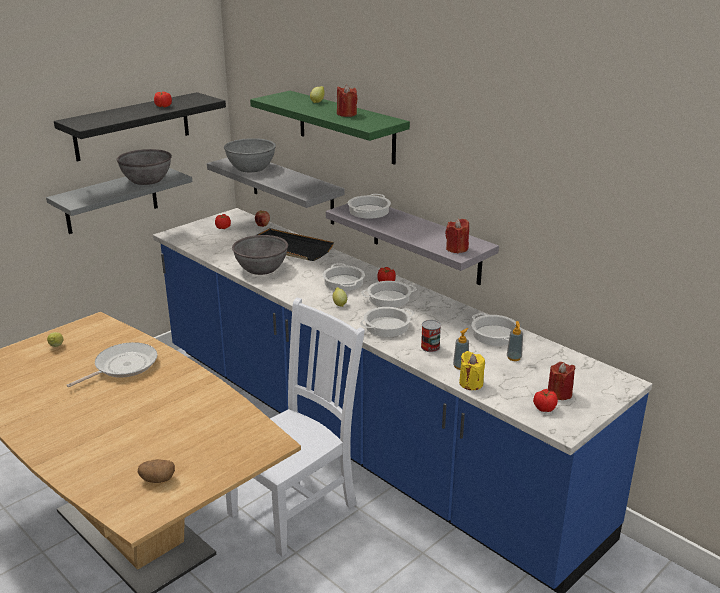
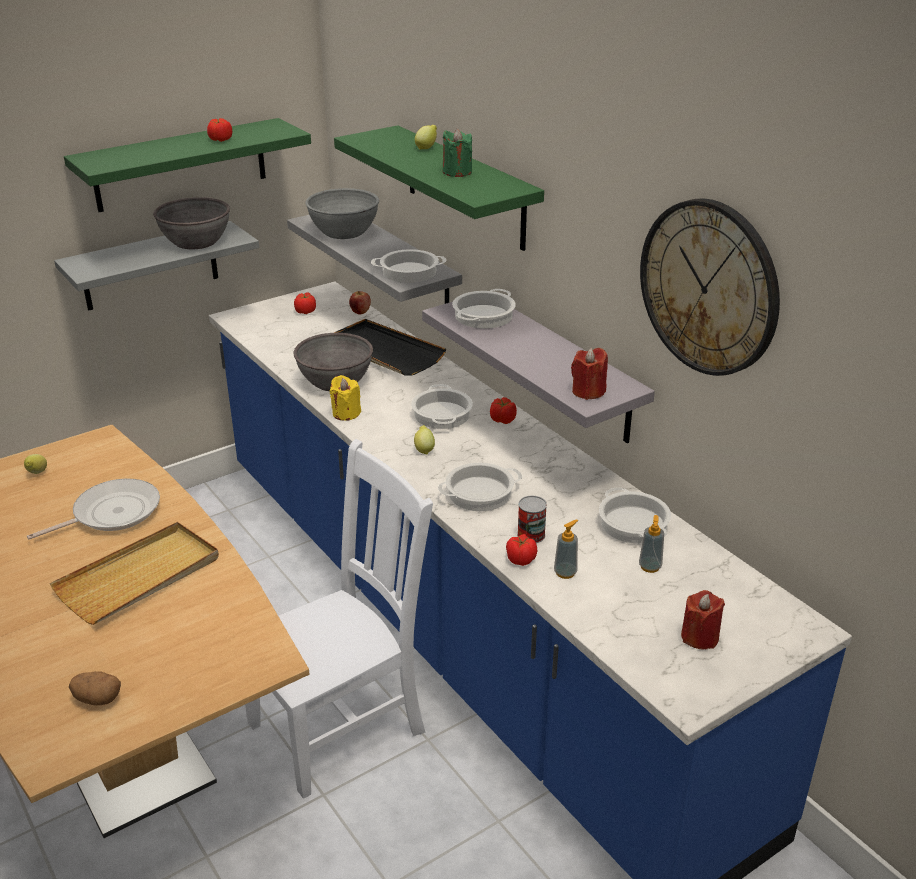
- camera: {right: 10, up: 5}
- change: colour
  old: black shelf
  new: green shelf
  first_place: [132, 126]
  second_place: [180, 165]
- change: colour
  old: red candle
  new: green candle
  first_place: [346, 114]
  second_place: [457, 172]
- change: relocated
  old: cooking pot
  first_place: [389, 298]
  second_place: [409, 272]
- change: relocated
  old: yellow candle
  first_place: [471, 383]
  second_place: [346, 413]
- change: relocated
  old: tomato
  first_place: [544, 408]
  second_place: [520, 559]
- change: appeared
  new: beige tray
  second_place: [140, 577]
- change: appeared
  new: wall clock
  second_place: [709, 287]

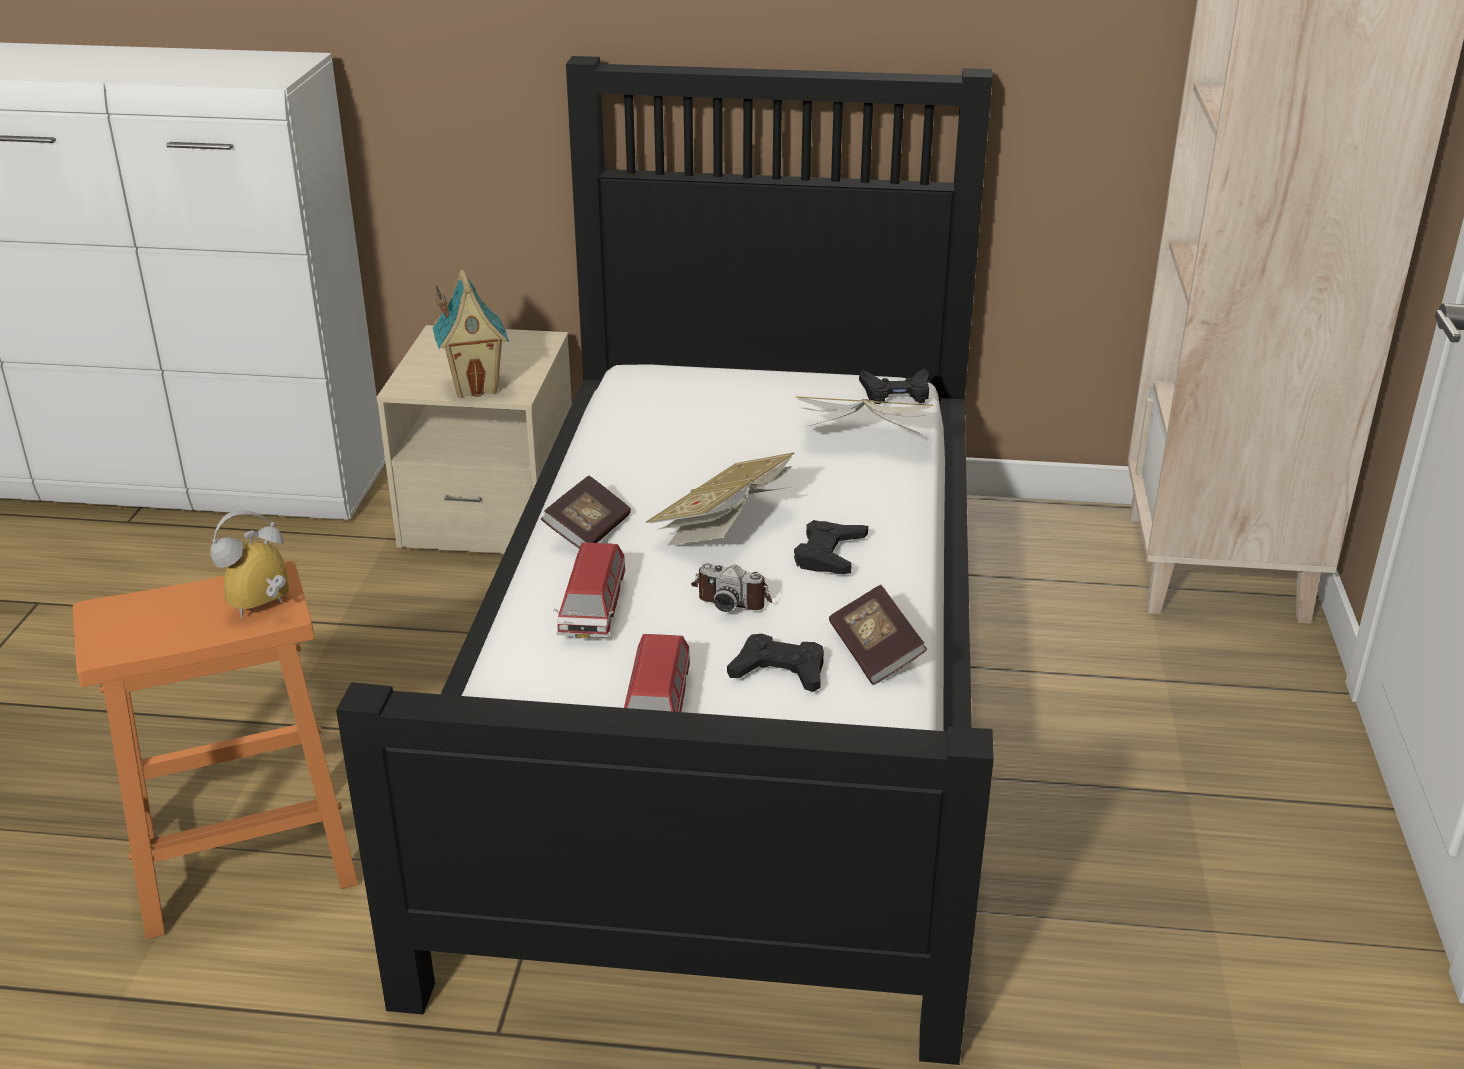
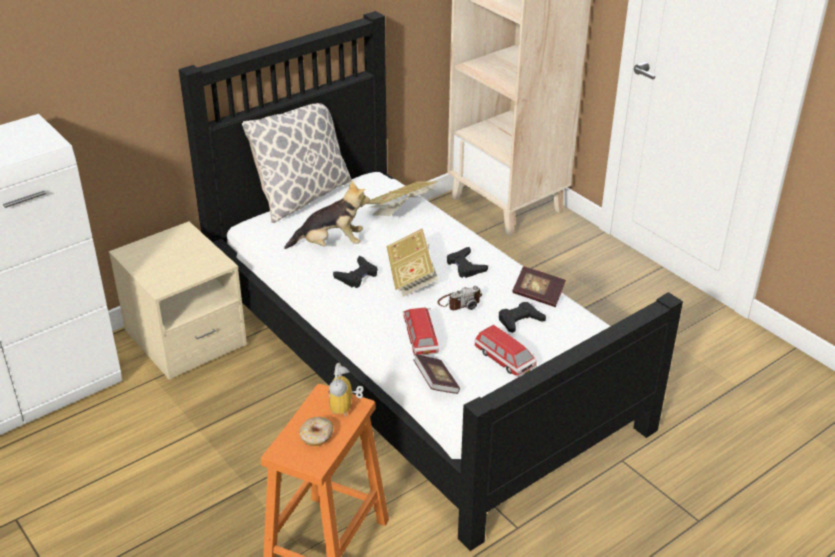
- camera: {right: -45, up: 5}
- change: missing
  old: toy house
  first_place: [475, 387]
- change: relocated
  old: book
  first_place: [588, 531]
  second_place: [436, 382]
- change: spun
  old: toy car
  first_place: [593, 610]
  second_place: [420, 338]
  degrees: -150
- change: relocated
  old: black game controller
  first_place: [896, 393]
  second_place: [357, 276]
- change: appeared
  new: pillow
  second_place: [302, 196]
- change: appeared
  new: plush toy
  second_place: [330, 244]
- change: appeared
  new: donut
  second_place: [316, 436]

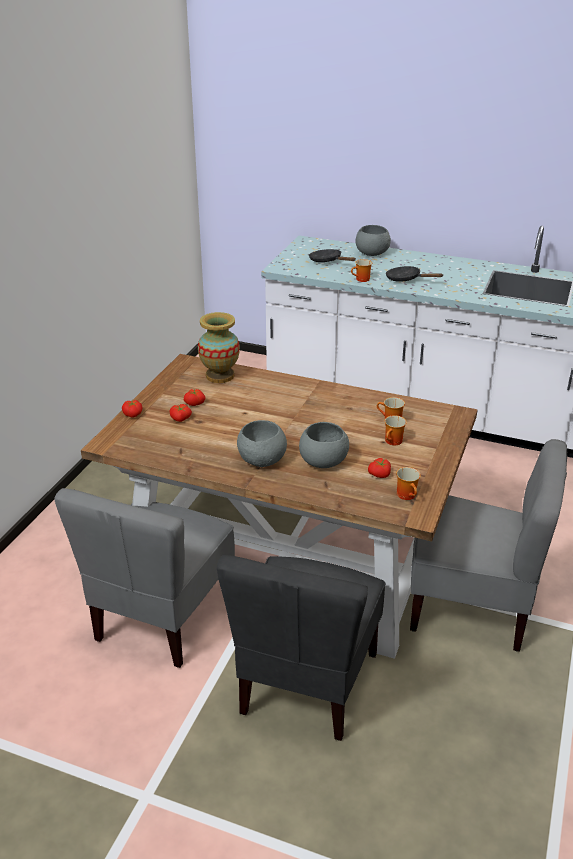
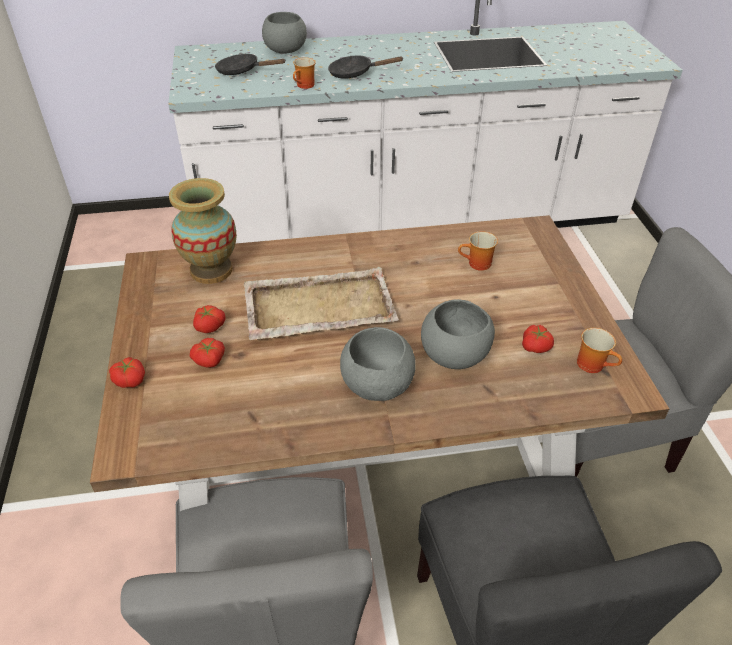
- camera: {right: -30, up: 10}
- change: missing
  old: mug
  first_place: [394, 442]
- change: appeared
  new: beige tray
  second_place: [317, 307]

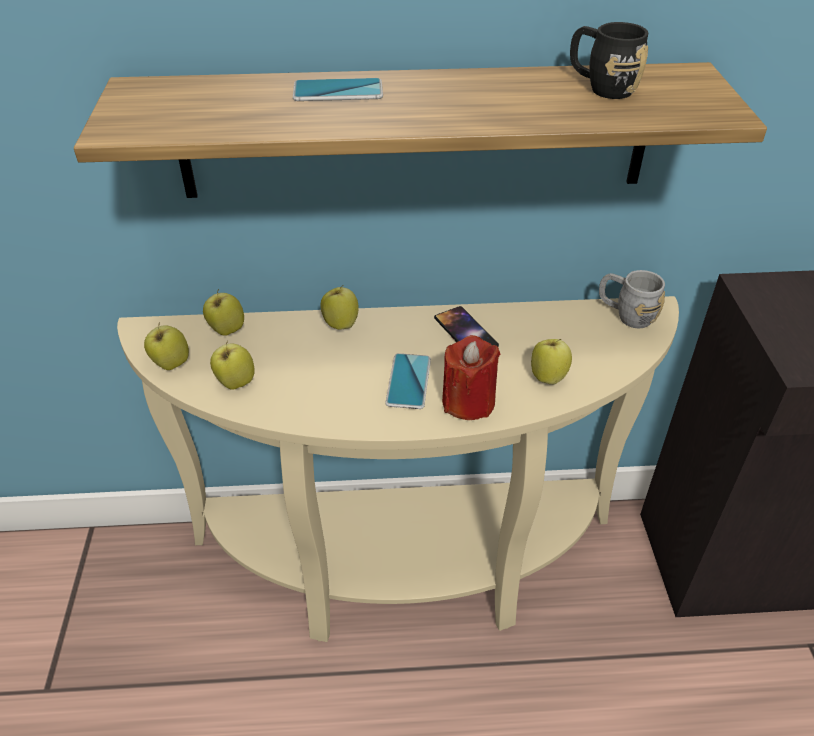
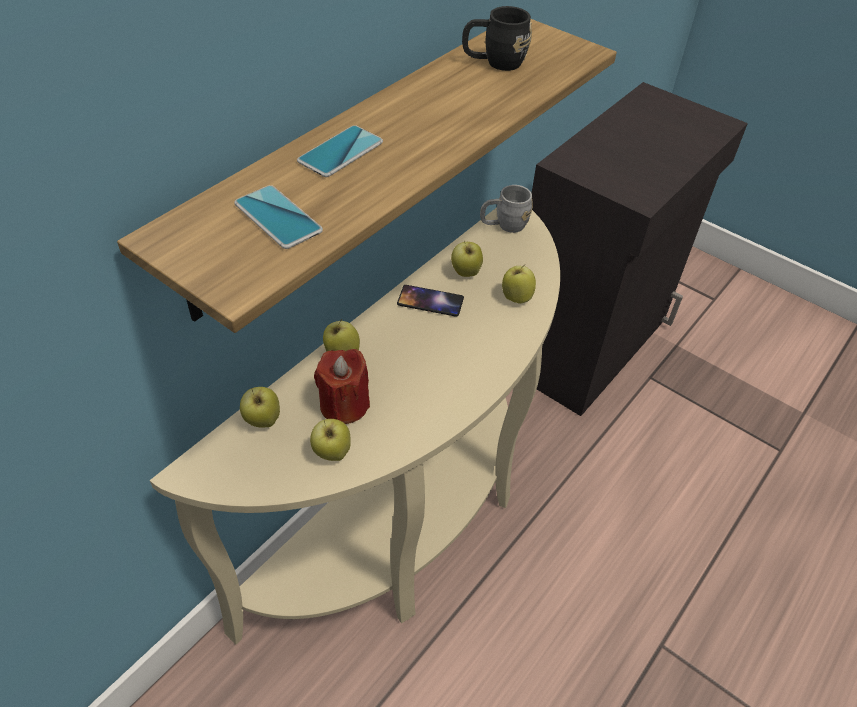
- camera: {right: -50, up: 5}
- change: relocated
  old: apple
  first_place: [170, 364]
  second_place: [465, 273]
- change: relocated
  old: phone
  first_place: [408, 381]
  second_place: [278, 217]
- change: relocated
  old: red candle
  first_place: [468, 402]
  second_place: [344, 405]

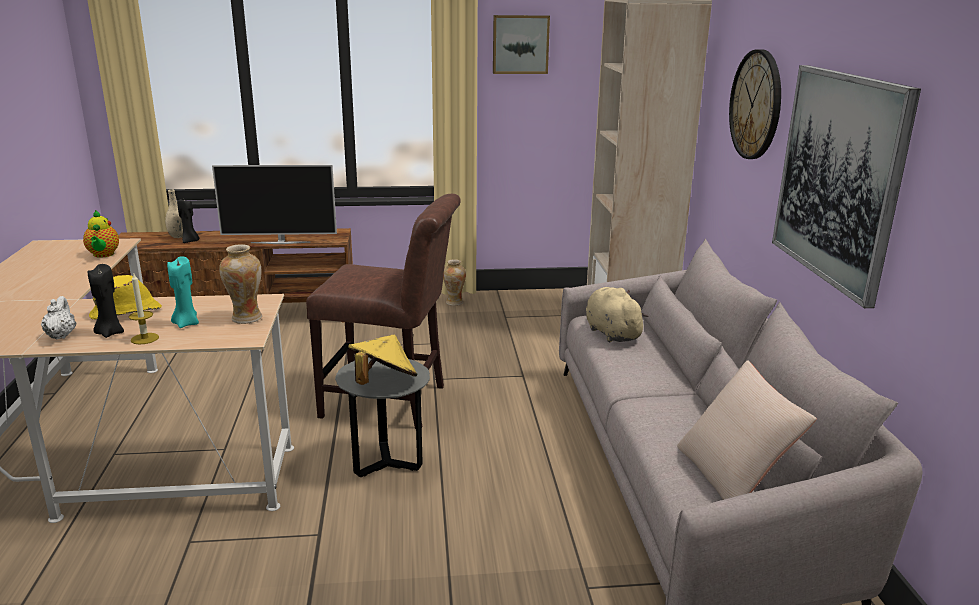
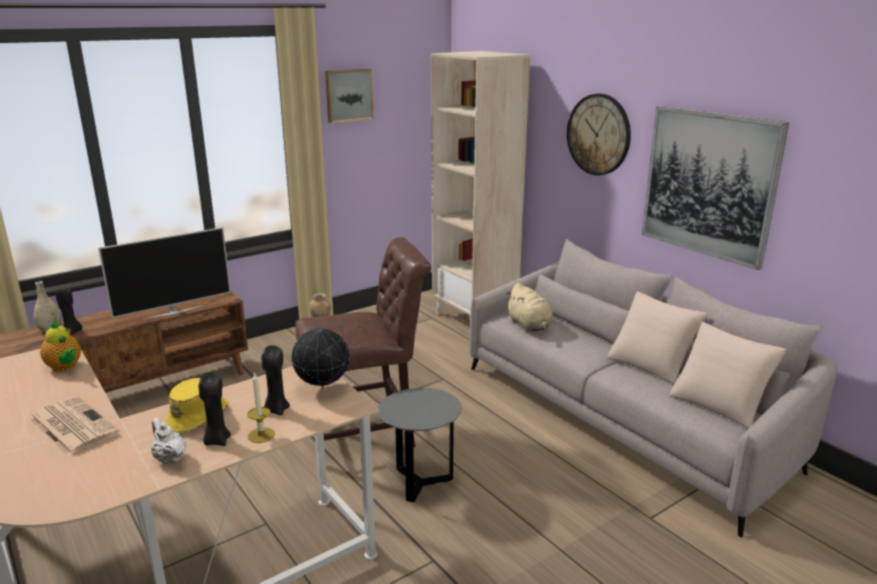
- camera: {right: -30, up: 0}
- change: colour
  old: turquoise candle
  new: black candle
  first_place: [186, 323]
  second_place: [276, 410]
- change: exchanged
  old: vase
  new: globe
  first_place: [246, 318]
  second_place: [323, 389]
- change: missing
  old: yellow hat
  first_place: [383, 382]
- change: spun
  old: beige plush toy
  first_place: [611, 333]
  second_place: [530, 326]
  degrees: -150
- change: appeared
  new: newspaper
  second_place: [71, 426]
- change: appeared
  new: beige pillow
  second_place: [651, 364]

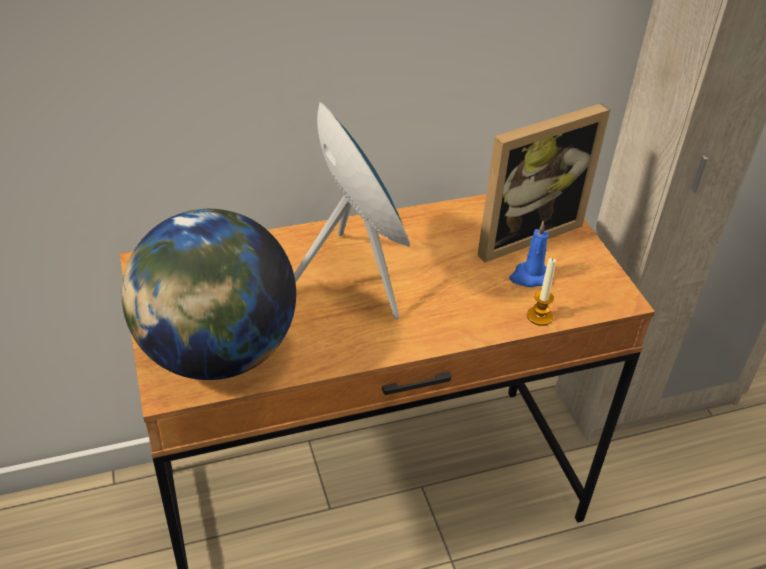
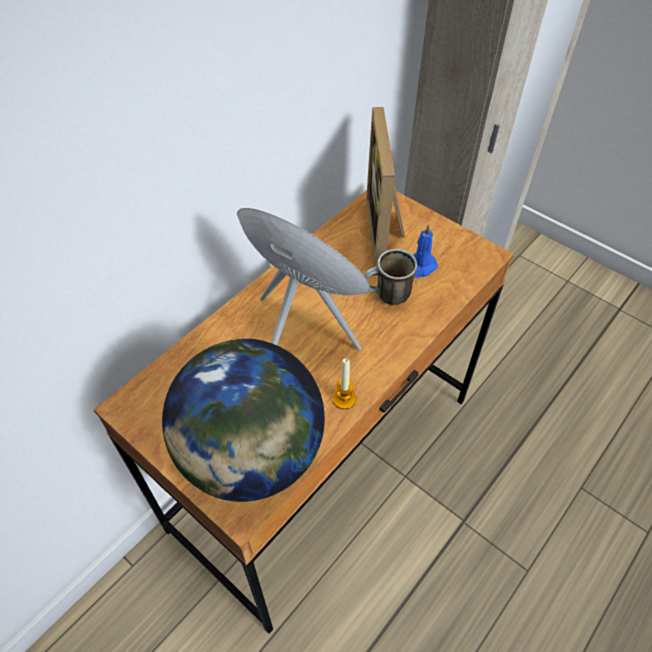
- camera: {right: -30, up: 10}
- change: spun
  old: picture frame
  first_place: [522, 232]
  second_place: [386, 233]
  degrees: 150
- change: relocated
  old: candle
  first_place: [539, 316]
  second_place: [344, 399]
- change: appeared
  new: mug
  second_place: [387, 297]

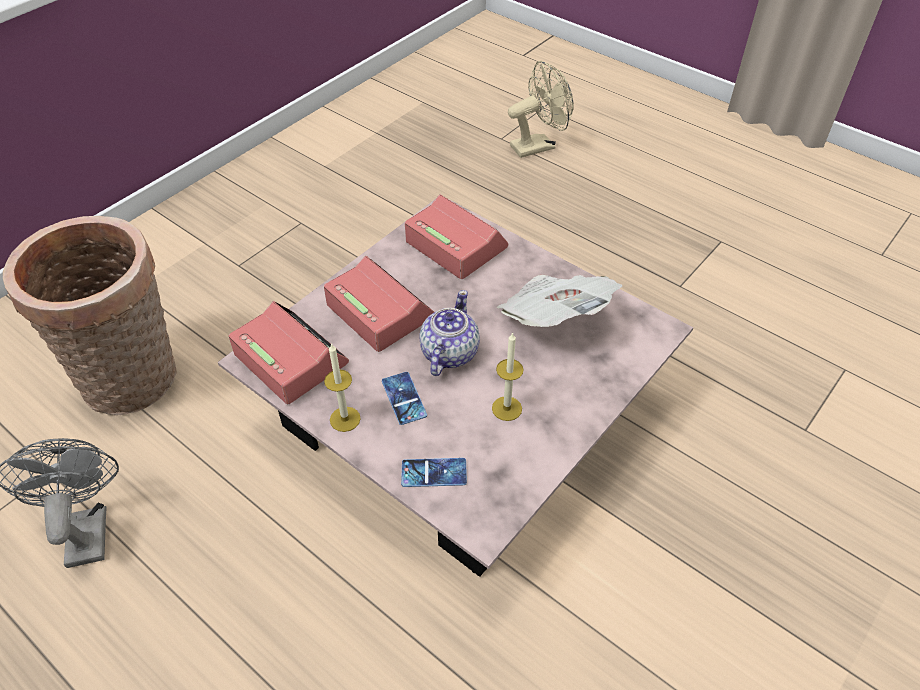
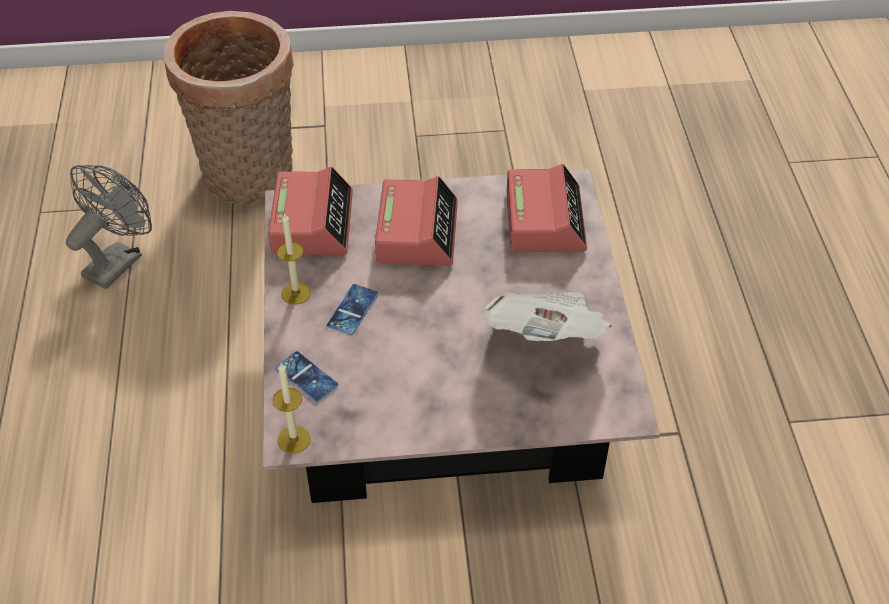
- camera: {right: 45, up: 0}
- change: missing
  old: teapot
  first_place: [448, 353]
- change: relocated
  old: candle
  first_place: [507, 408]
  second_place: [294, 439]
- change: missing
  old: beige fan
  first_place: [538, 145]

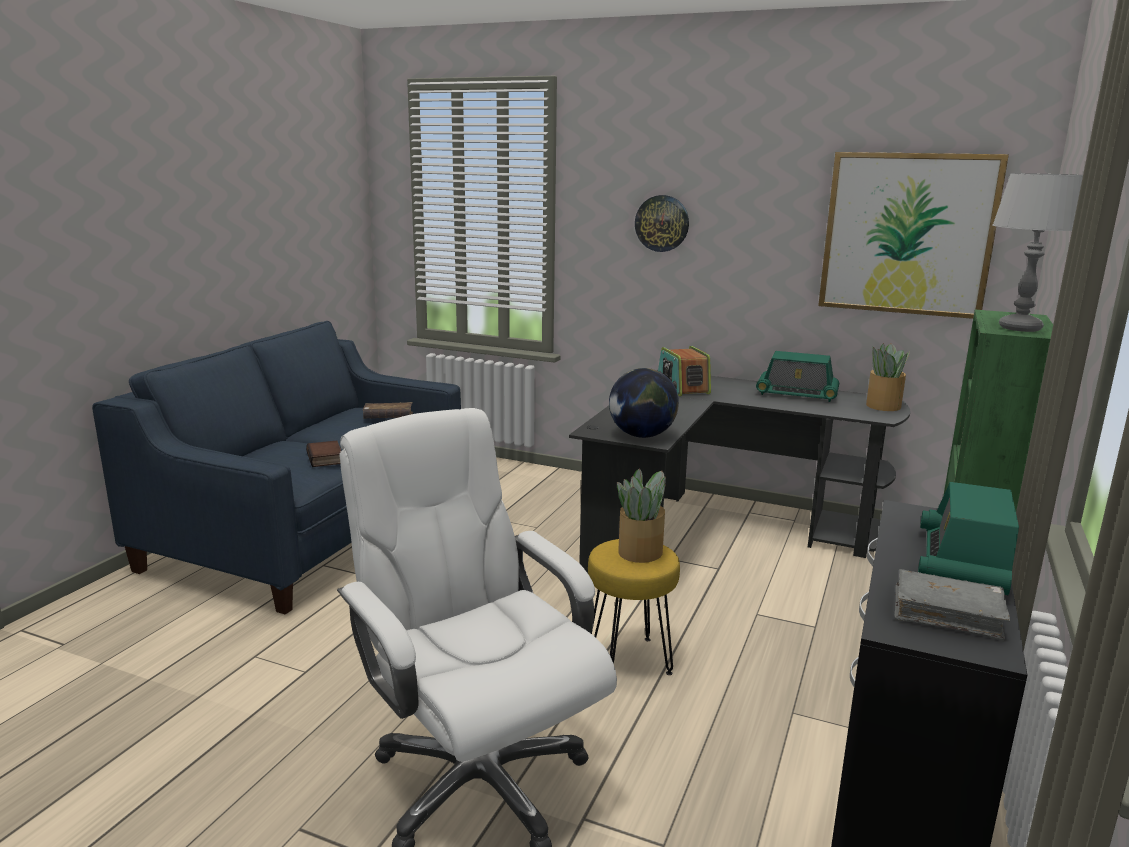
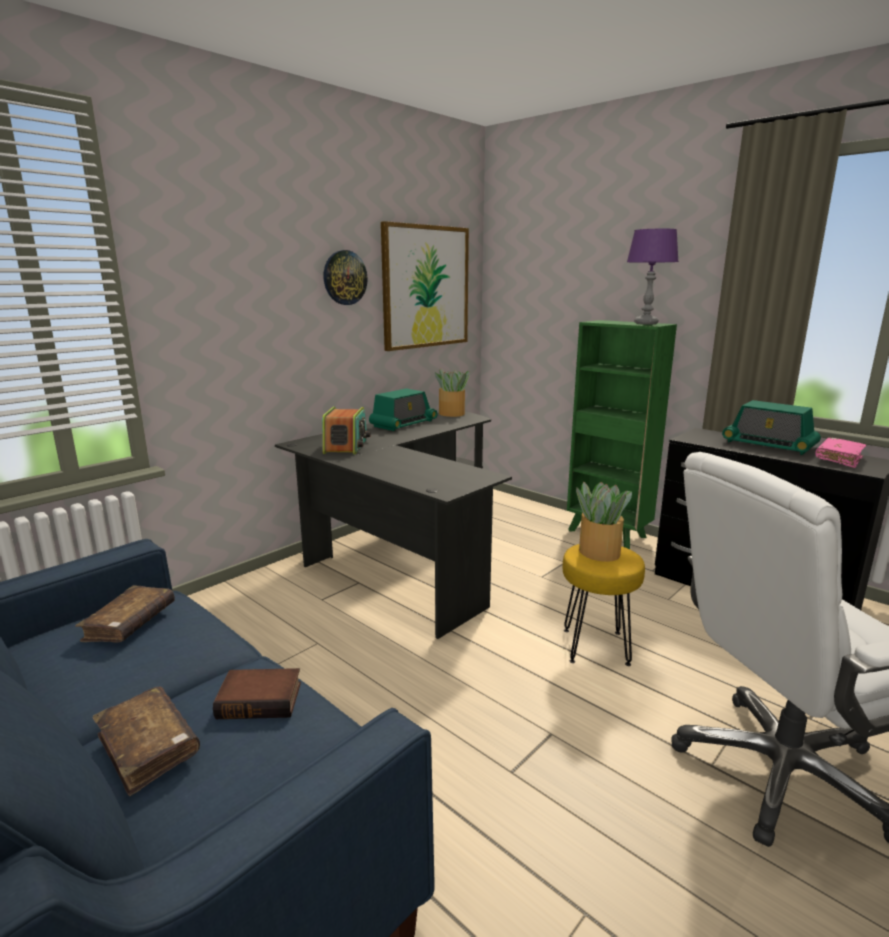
- camera: {right: -70, up: 0}
- change: missing
  old: globe
  first_place: [642, 435]
- change: relocated
  old: wall clock
  first_place: [662, 223]
  second_place: [344, 277]
- change: spun
  old: radio
  first_place: [682, 387]
  second_place: [346, 446]
  degrees: -90
- change: colour
  old: grey book
  new: pink book
  first_place: [947, 614]
  second_place: [839, 459]
- change: colour
  old: grey table lamp
  new: purple table lamp
  first_place: [1019, 328]
  second_place: [645, 323]
- change: appeared
  new: brown book
  second_place: [148, 747]

